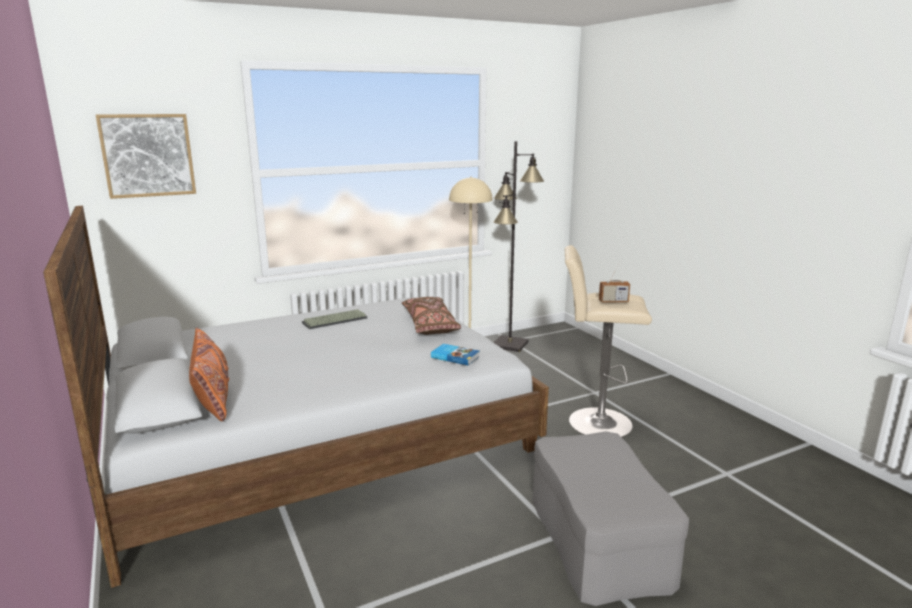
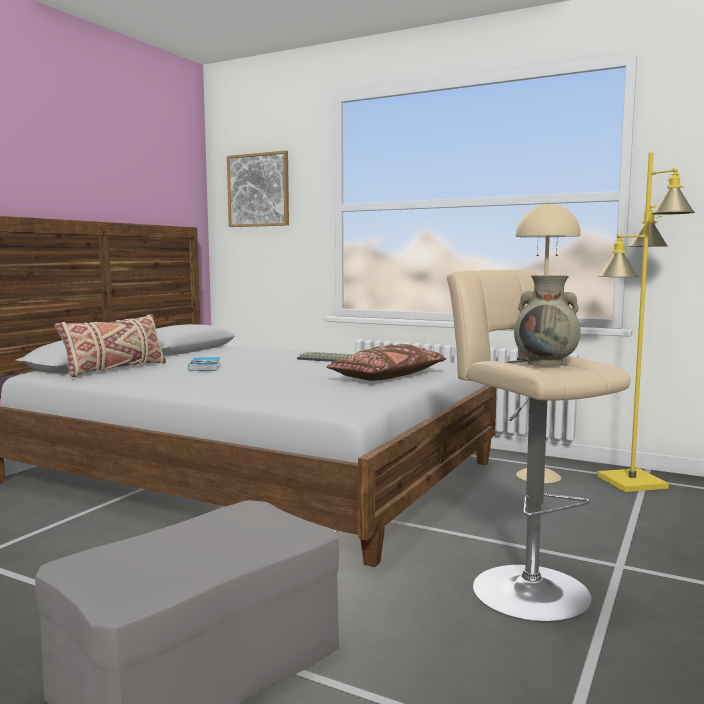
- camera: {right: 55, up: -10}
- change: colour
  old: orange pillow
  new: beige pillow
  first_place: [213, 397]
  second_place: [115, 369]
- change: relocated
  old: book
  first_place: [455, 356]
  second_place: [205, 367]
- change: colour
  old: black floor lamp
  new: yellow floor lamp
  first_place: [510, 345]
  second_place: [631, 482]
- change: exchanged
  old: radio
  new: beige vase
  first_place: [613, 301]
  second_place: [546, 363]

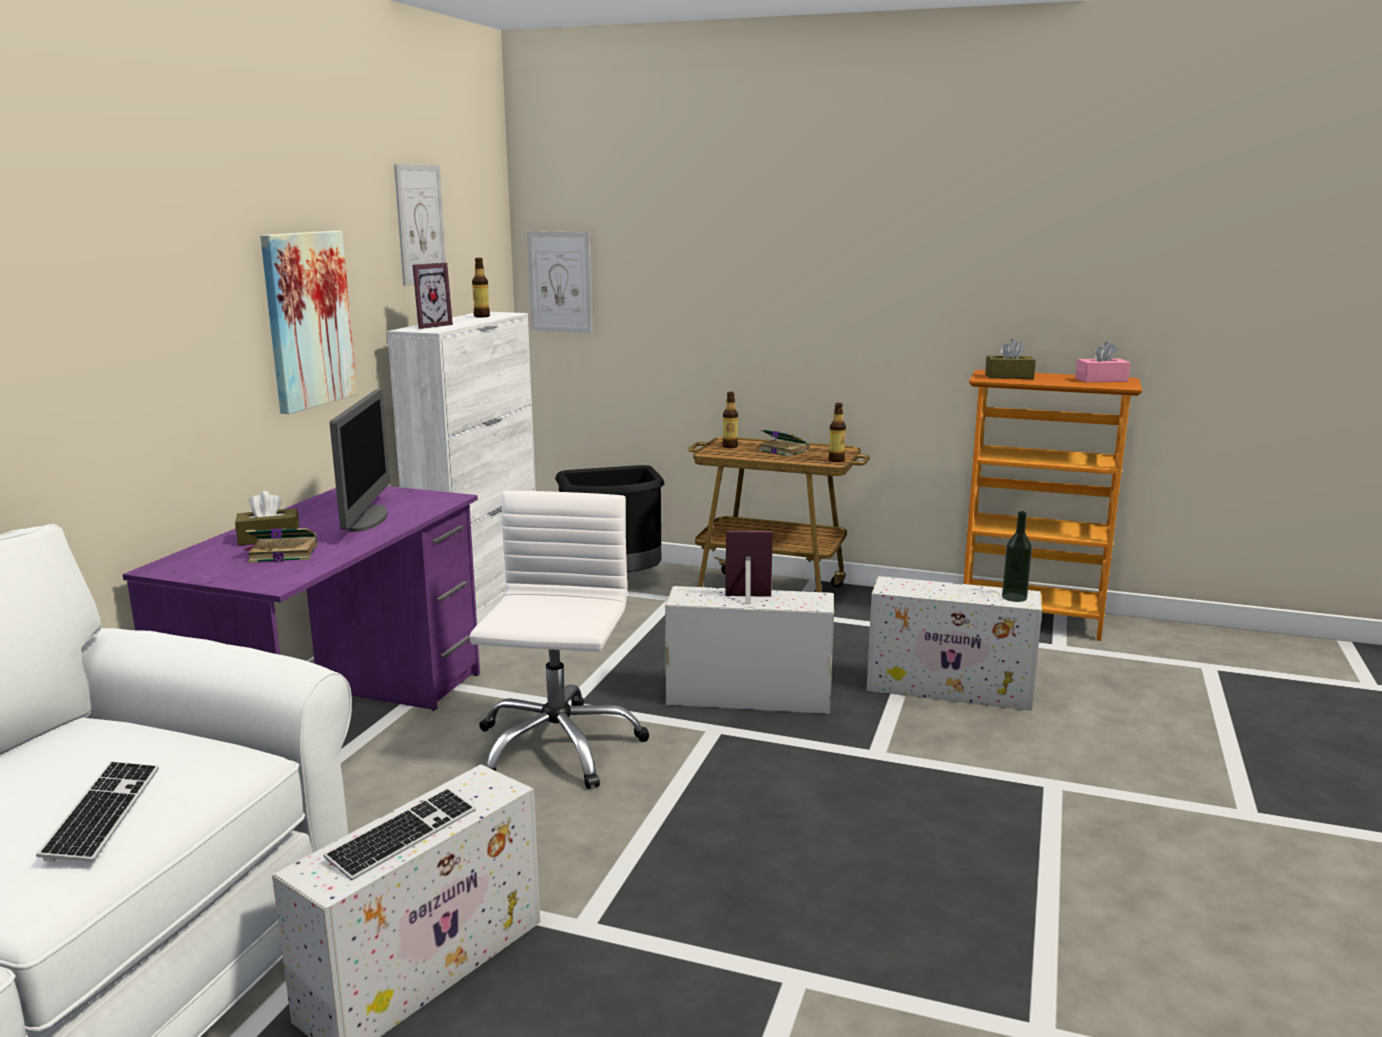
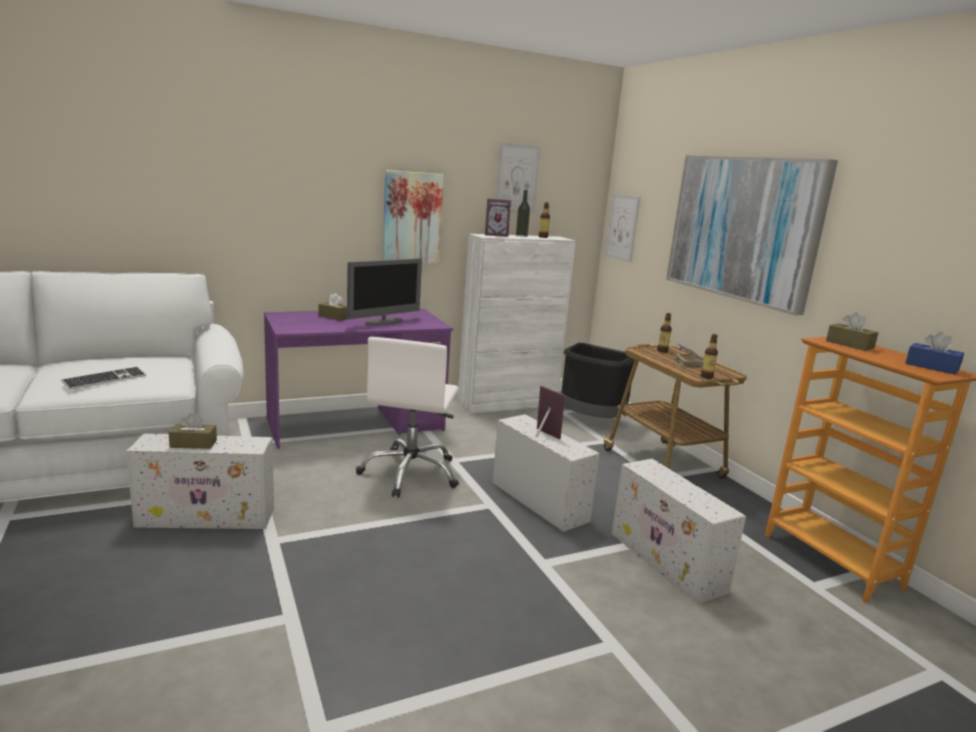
- camera: {right: 45, up: 0}
- change: missing
  old: book
  first_place: [282, 553]
- change: exchanged
  old: keyboard
  new: brown tissue box
  first_place: [403, 836]
  second_place: [193, 444]
- change: spun
  old: white office chair
  first_place: [557, 746]
  second_place: [411, 473]
  degrees: 135
- change: relocated
  old: bottle
  first_place: [1014, 597]
  second_place: [521, 236]
- change: colour
  old: pink tissue box
  new: blue tissue box
  first_place: [1101, 380]
  second_place: [931, 367]
- change: appeared
  new: picture
  second_place: [743, 228]

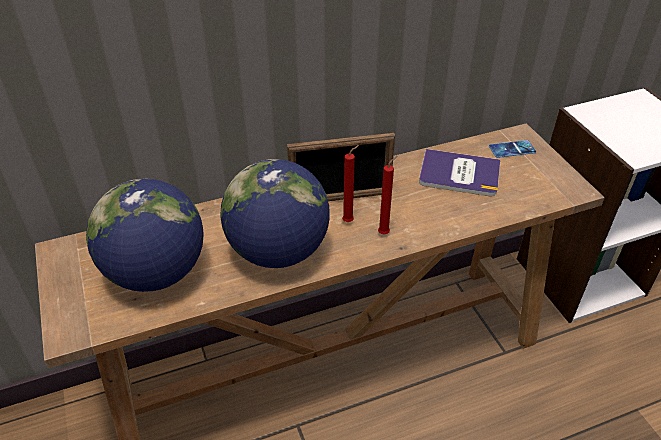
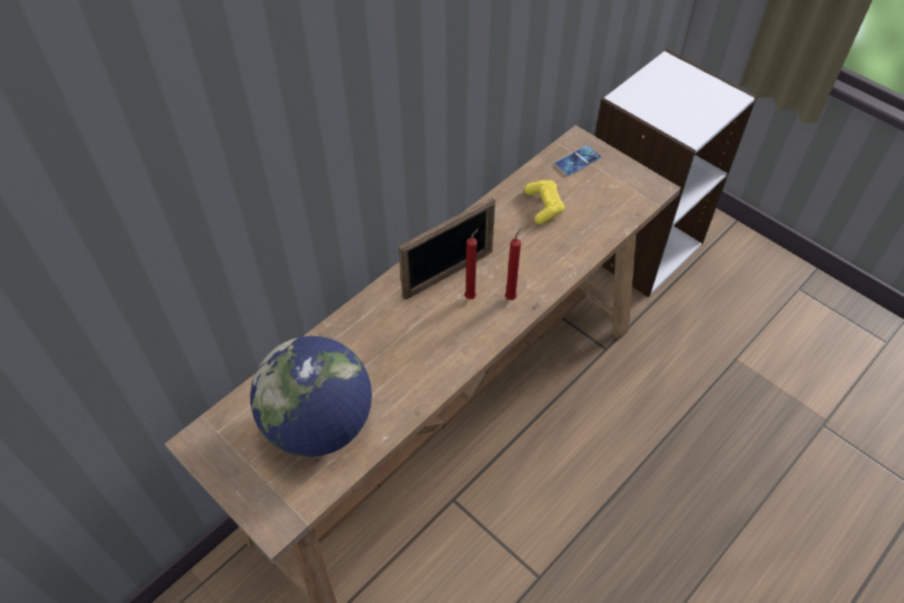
- camera: {right: -25, up: 10}
- change: missing
  old: globe
  first_place: [278, 251]
- change: exchanged
  old: book
  new: yellow game controller
  first_place: [459, 174]
  second_place: [544, 206]

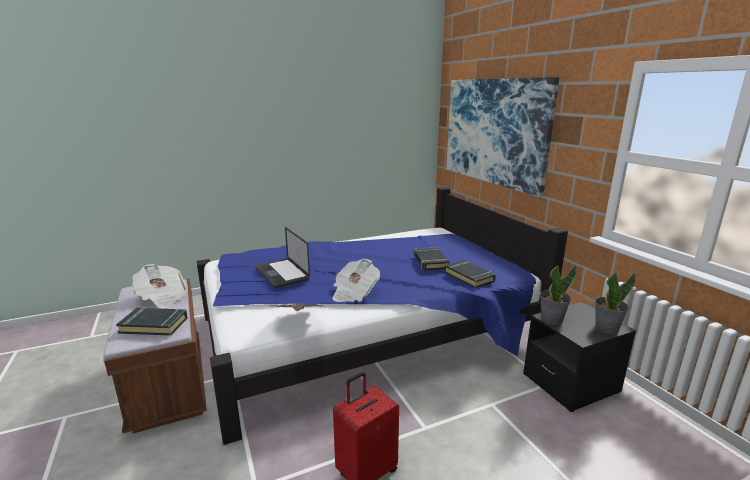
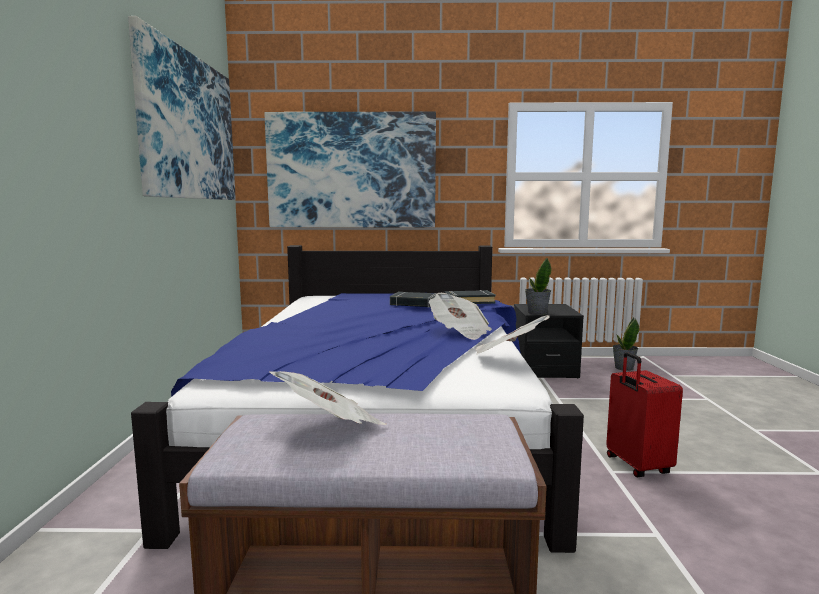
- camera: {right: -65, up: -10}
- change: missing
  old: black book
  first_place: [154, 325]
- change: missing
  old: laptop
  first_place: [282, 274]
- change: relocated
  old: potted plant
  first_place: [606, 327]
  second_place: [623, 368]
- change: appeared
  new: picture
  second_place: [189, 127]

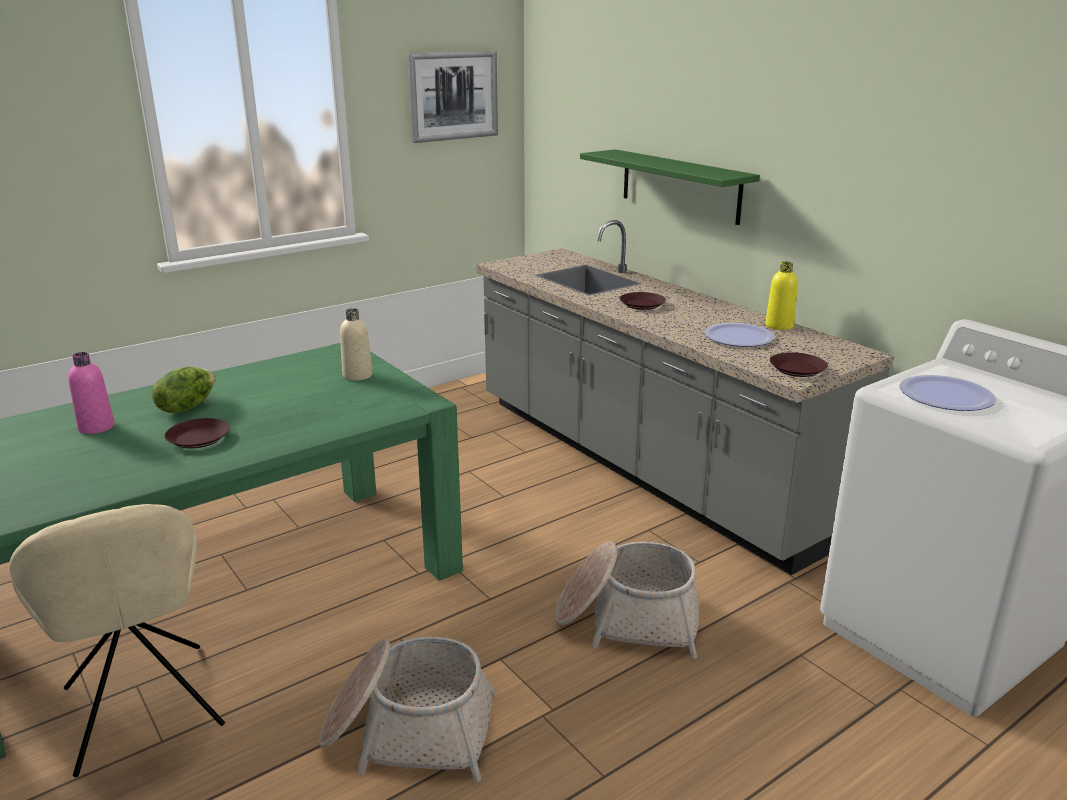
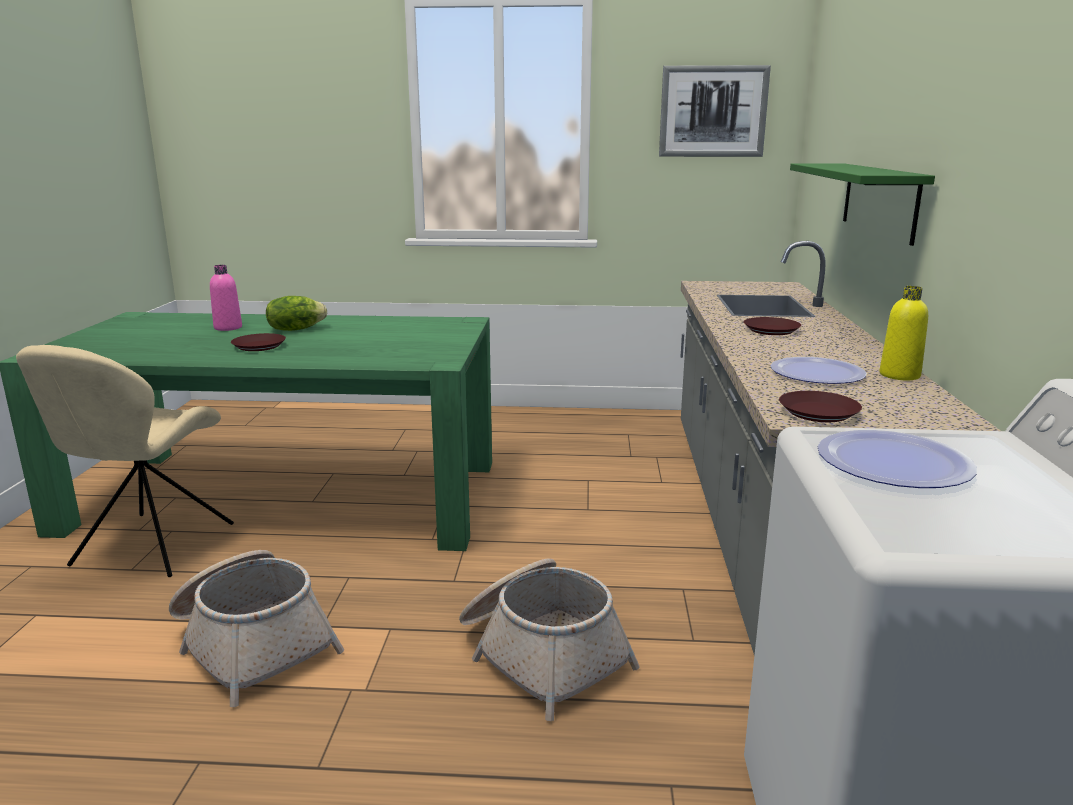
- camera: {right: 40, up: -5}
- change: missing
  old: beige bottle
  first_place: [357, 375]

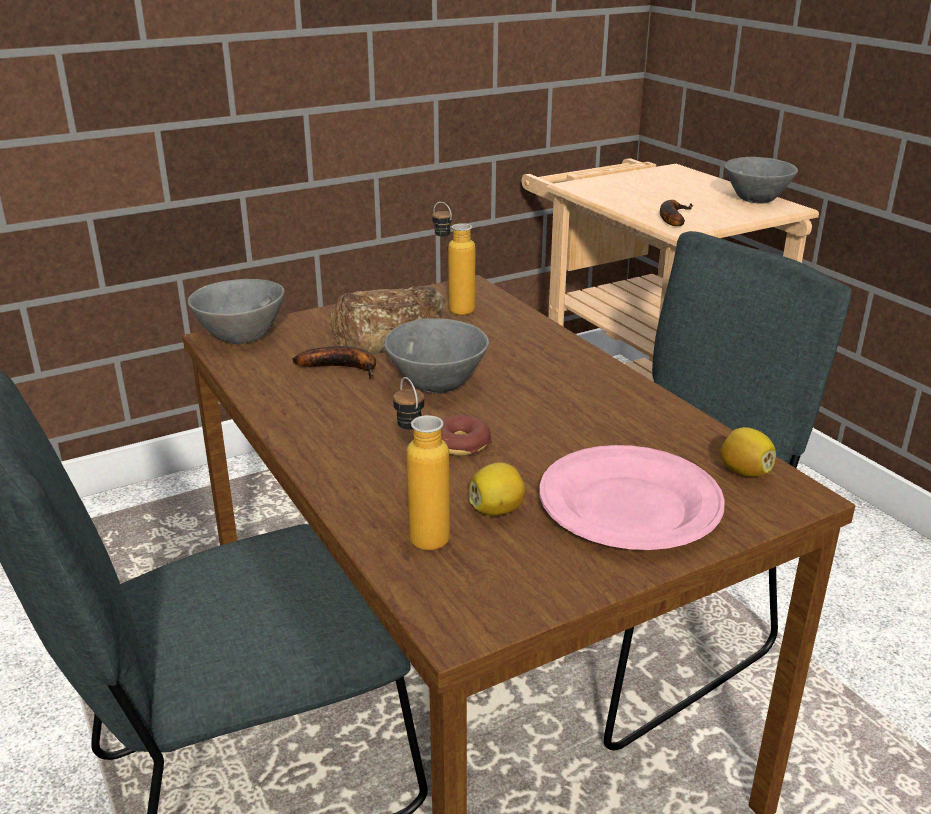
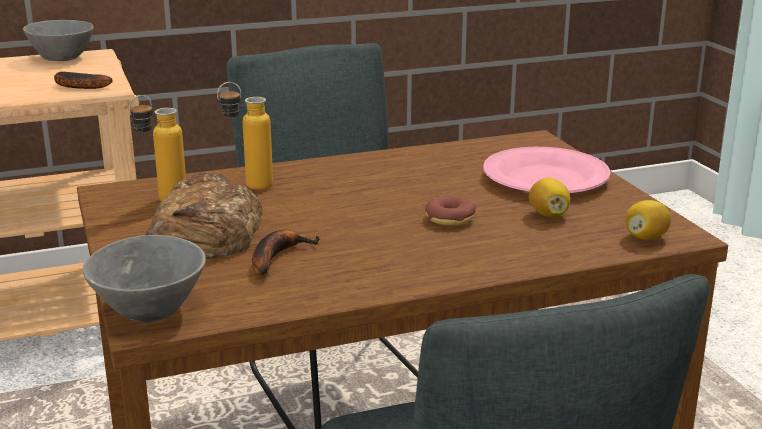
- camera: {right: -80, up: -5}
- change: missing
  old: grey bowl
  first_place: [434, 384]
- change: relocated
  old: bottle
  first_place: [421, 531]
  second_place: [248, 187]
- change: relocated
  old: lemon
  first_place: [745, 472]
  second_place: [645, 237]

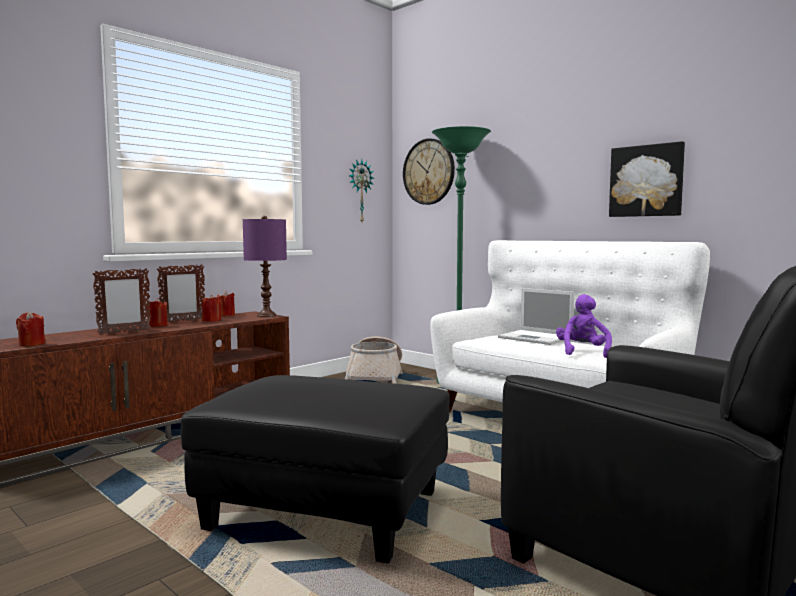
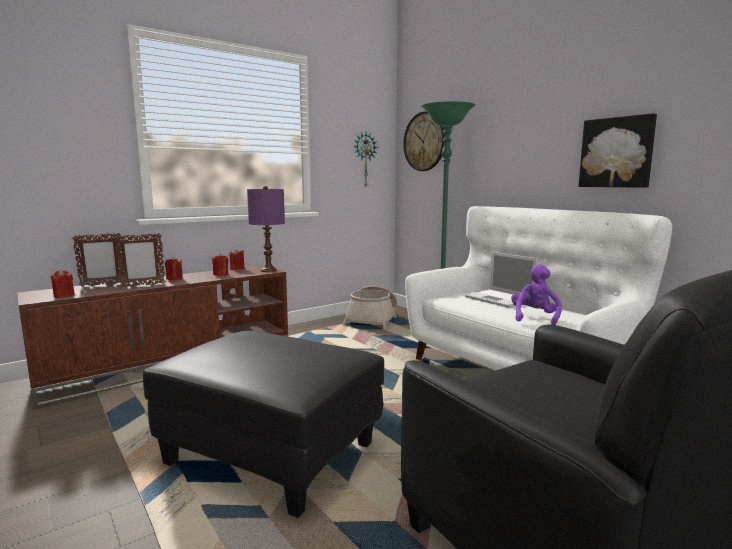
- camera: {right: 10, up: 5}
- change: relocated
  old: picture frame
  first_place: [183, 321]
  second_place: [102, 285]

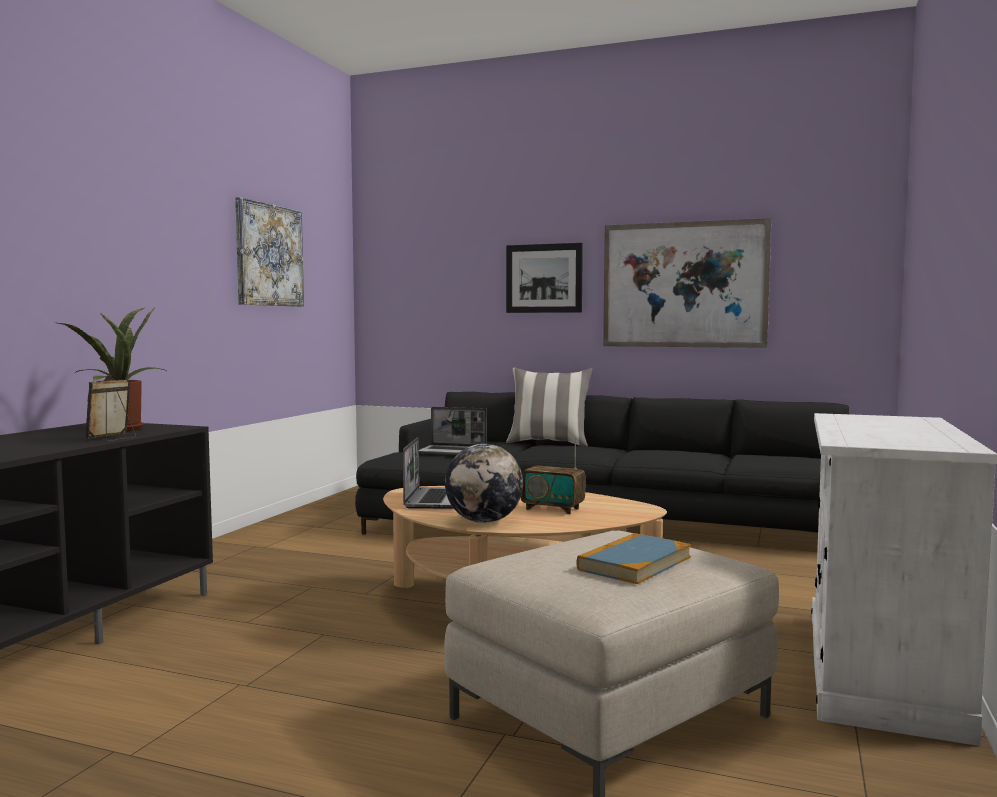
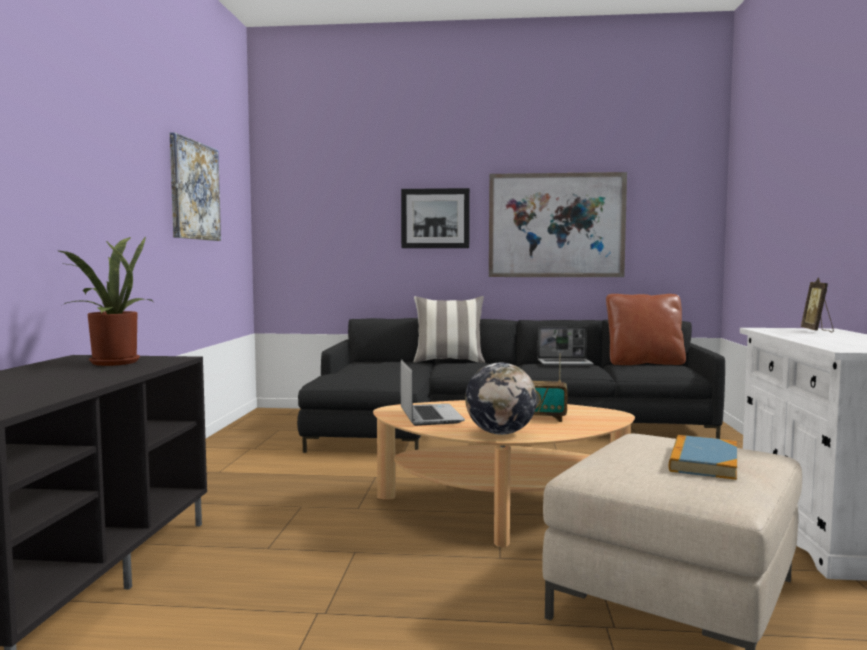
- camera: {right: -15, up: 0}
- change: relocated
  old: picture frame
  first_place: [113, 439]
  second_place: [817, 331]
- change: relocated
  old: laptop
  first_place: [453, 452]
  second_place: [565, 363]
- change: appeared
  new: brown pillow
  second_place: [644, 363]

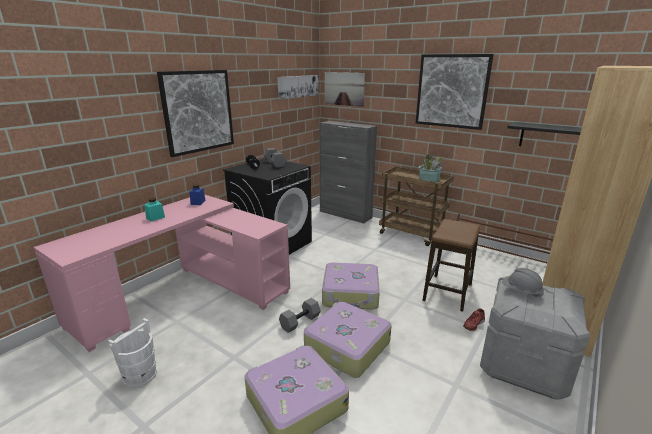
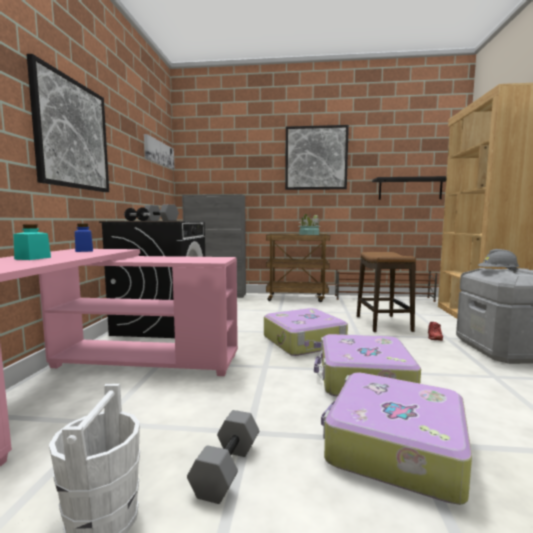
- camera: {right: -30, up: -15}
- change: relocated
  old: grey dumbbell
  first_place: [300, 321]
  second_place: [226, 468]
- change: missing
  old: picture
  first_place: [344, 89]

